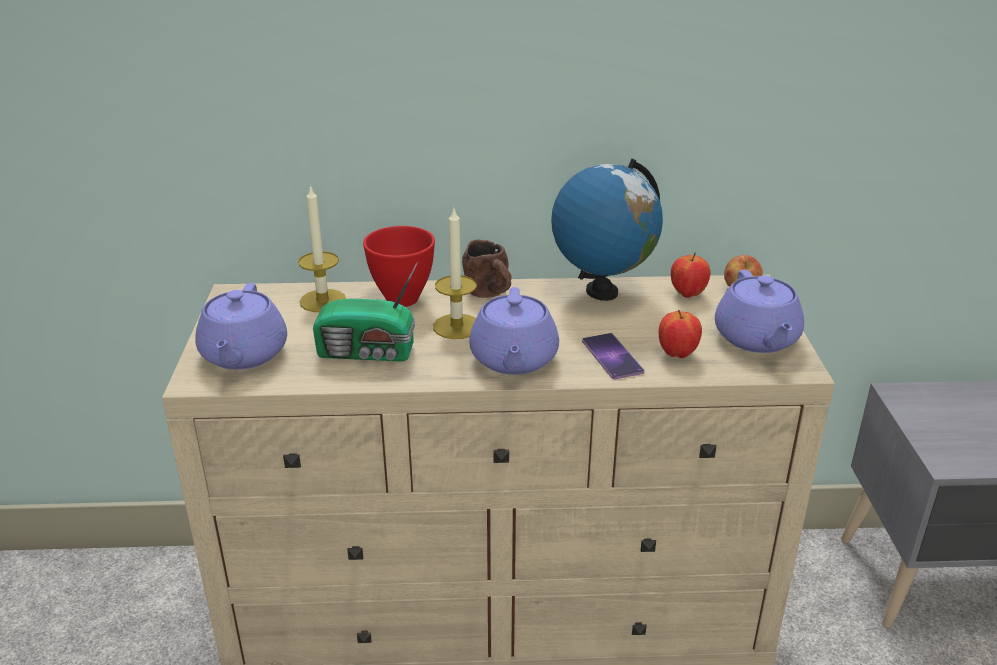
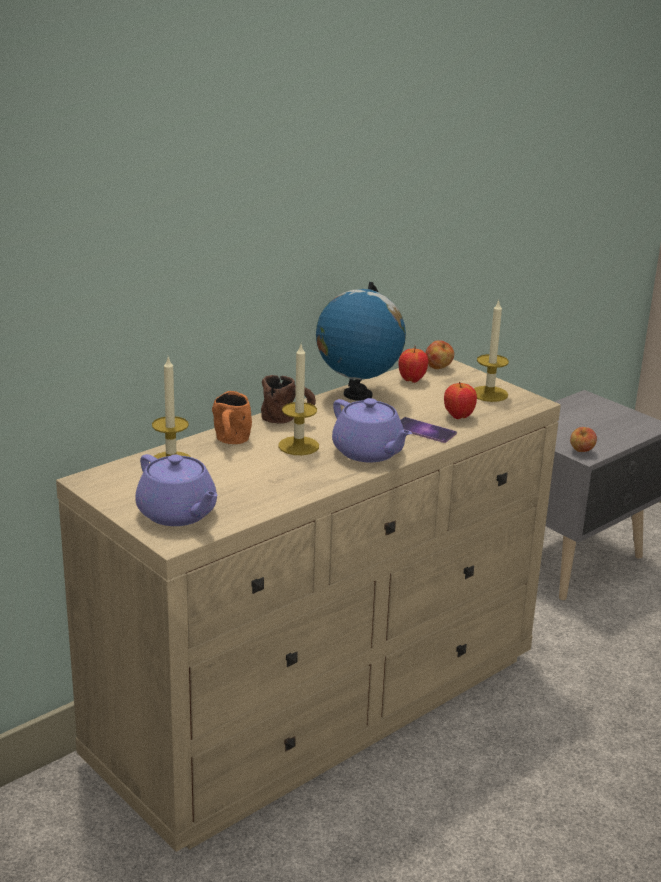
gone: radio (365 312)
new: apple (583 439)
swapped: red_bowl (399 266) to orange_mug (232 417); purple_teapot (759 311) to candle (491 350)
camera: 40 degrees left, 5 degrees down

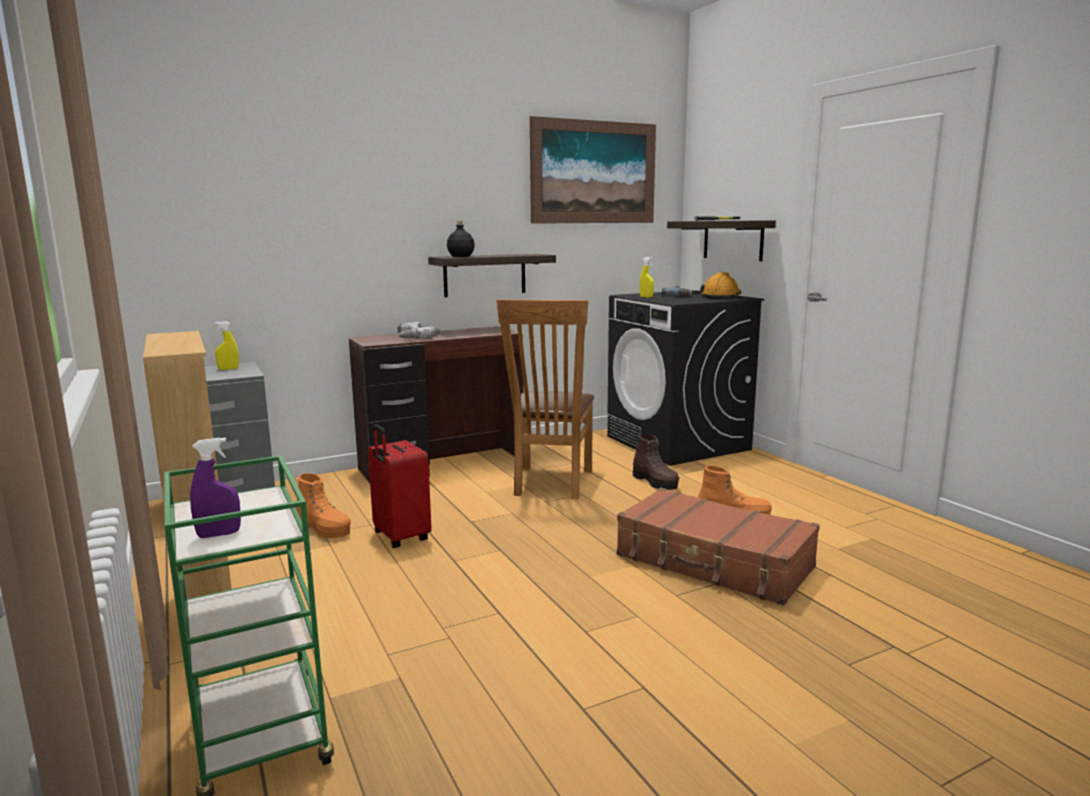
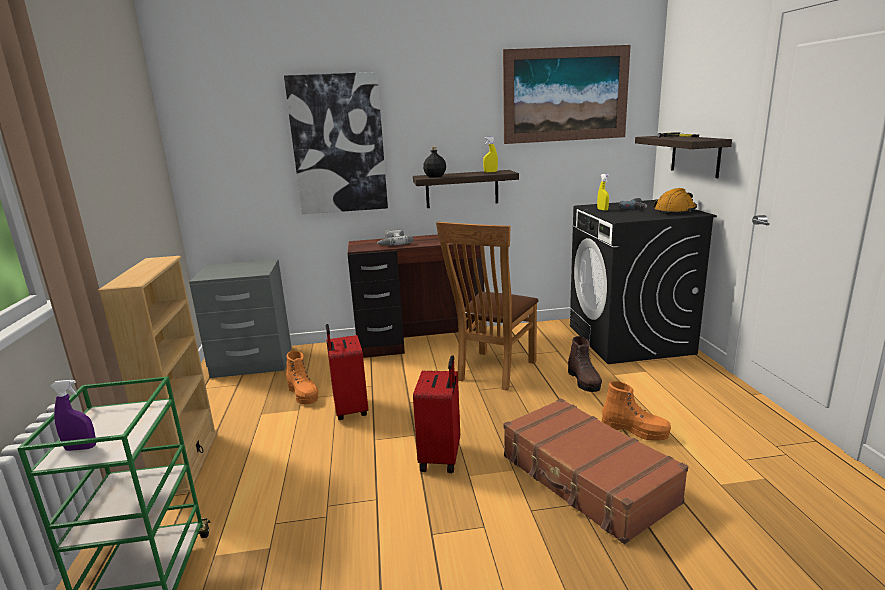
new: picture (336 143); red_suitcase (436 414)
shifted: yellow_spray_bottle (226 345) to (490 155)
camera: 20 degrees right, 5 degrees up

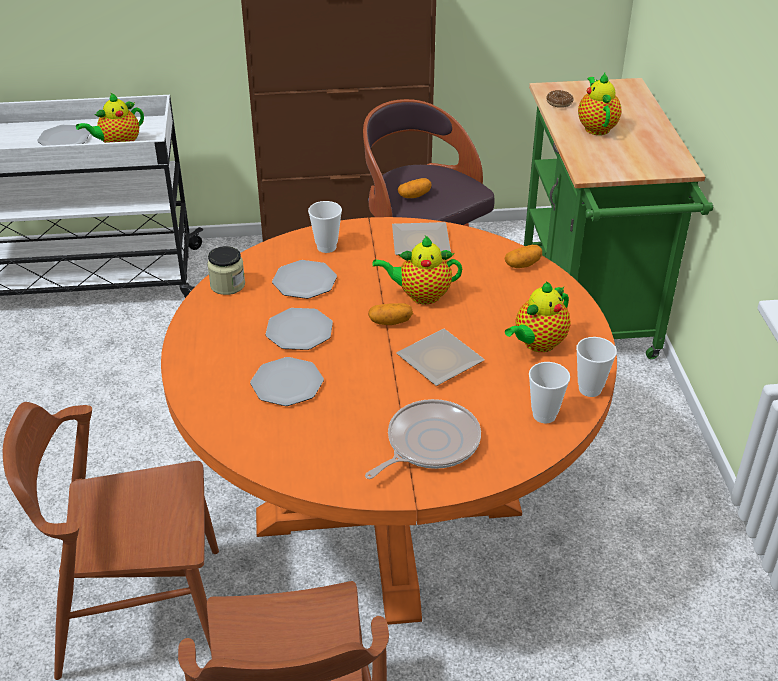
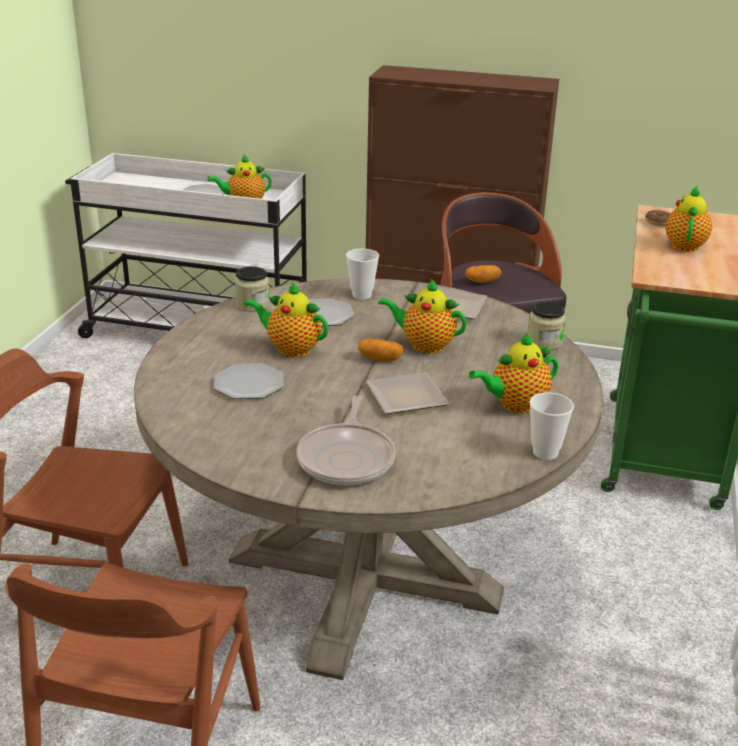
gone: cup (549 392)
swapped: potato (523 256) to jar (546 325); plate (299 329) to teapot (286 319)
repainted: orange_dining_table (389 421) to beige_dining_table (368 479)
rotated: frying_pan (423 439) = (345 440) 120 degrees clockwise
camera: 20 degrees right, 10 degrees down

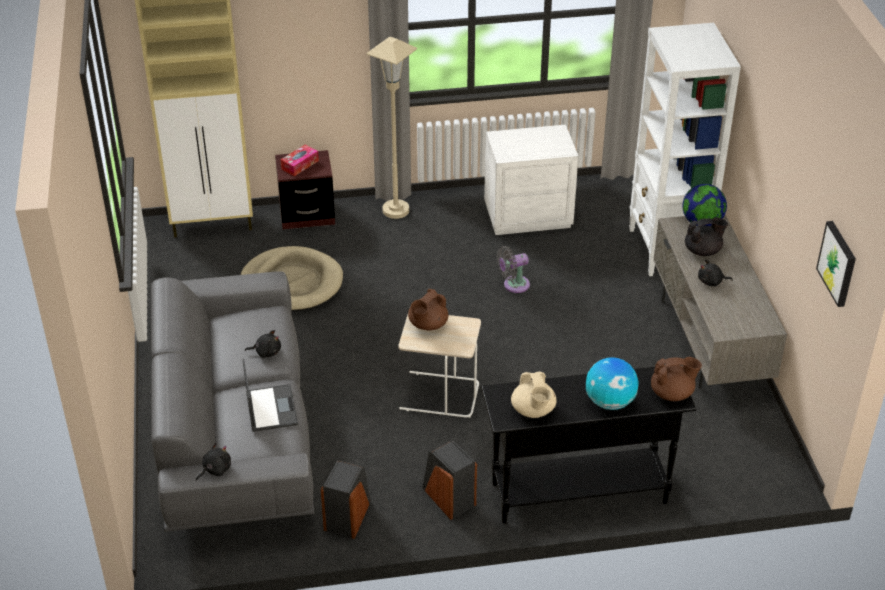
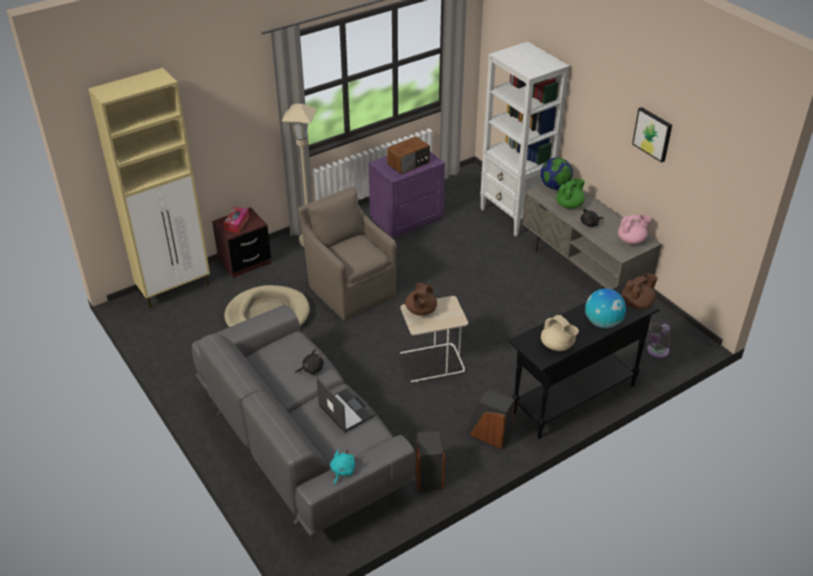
new: radio (408 155); brown_armchair (347 253); pink_teapot (635 229)
shifted: picture (836 264) to (652 135); grey_fan (513 269) to (658 340)
repainted: white_nightstand (531 180) to purple_nightstand (406 195); black_teapot (706 236) to green_teapot (570 193); black_plush_toy (213 462) to turquoise_plush_toy (342 467)
camera: 25 degrees left, 0 degrees up

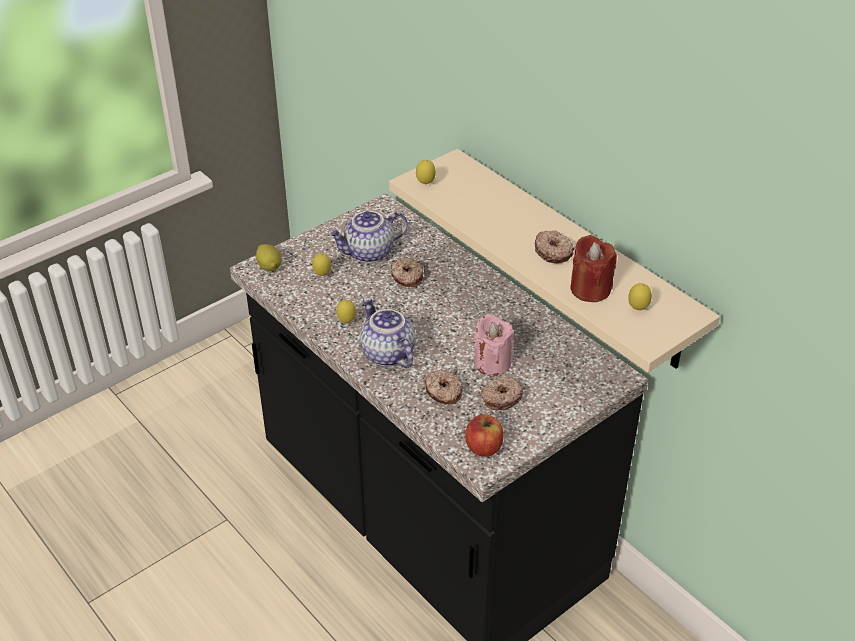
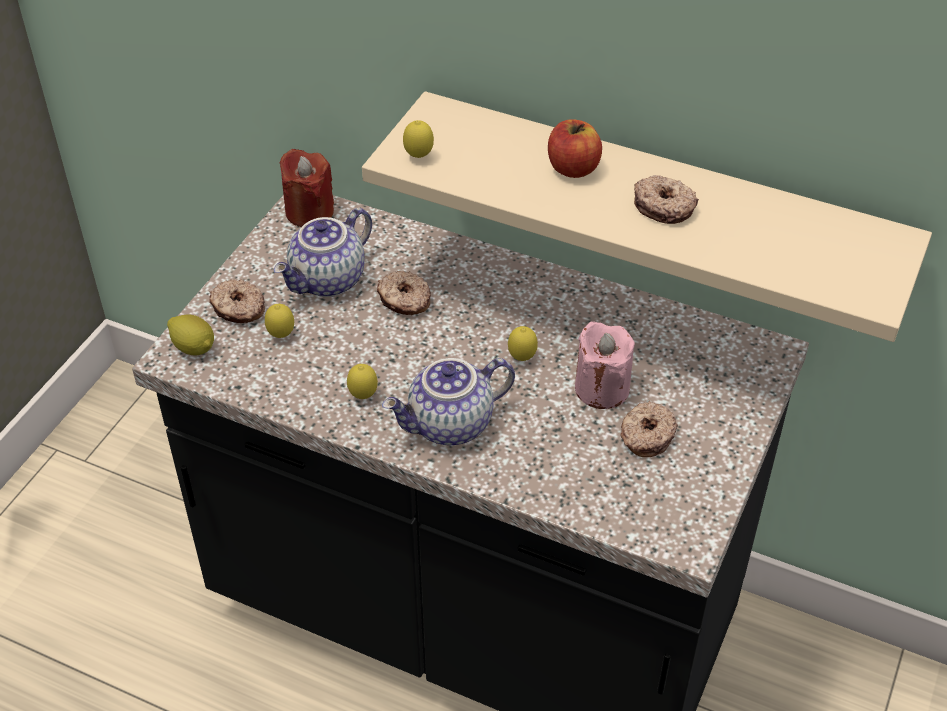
shifted: red_candle (593 268) to (307 188); lemon (640 296) to (523 343); donut (443 387) to (237 301); apple (484 435) to (575 148)
rotated: teapot (388 332) = (448 401) 60 degrees counterclockwise
camera: 25 degrees left, 5 degrees up

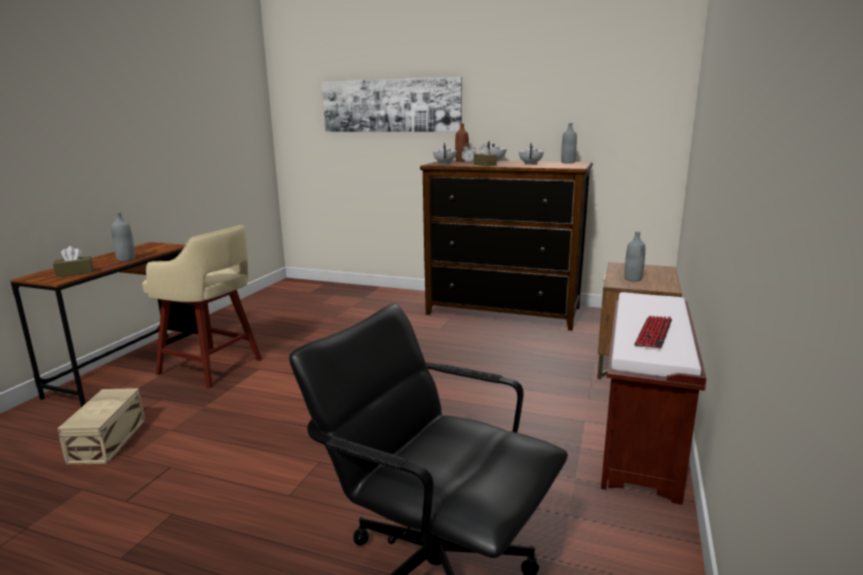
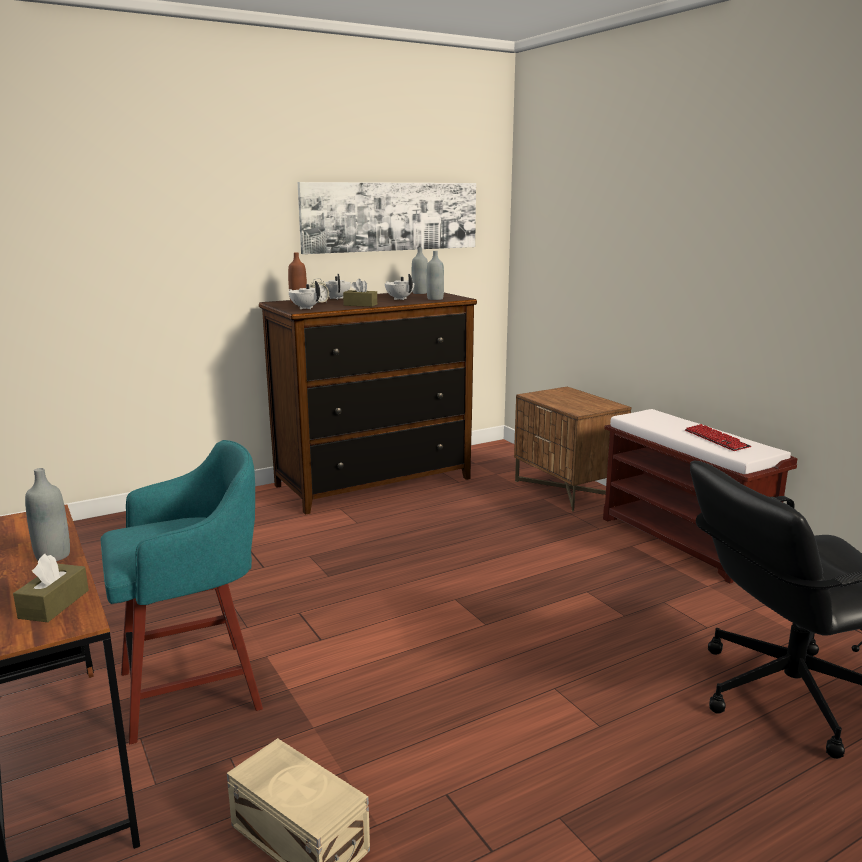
shifted: picture (392 104) to (387 218); grey_bottle (634 256) to (435 275)
repainted: beige_stool (202 306) to turquoise_stool (182 592)
camera: 50 degrees left, 0 degrees up

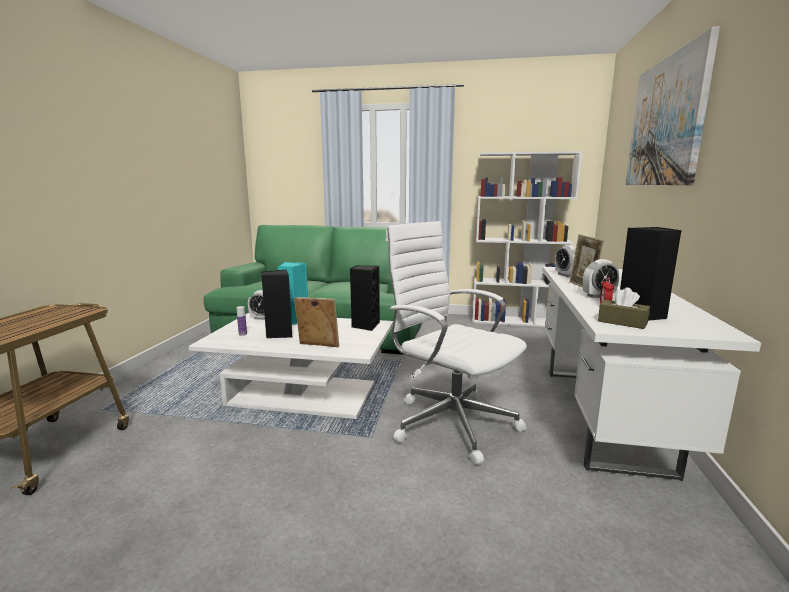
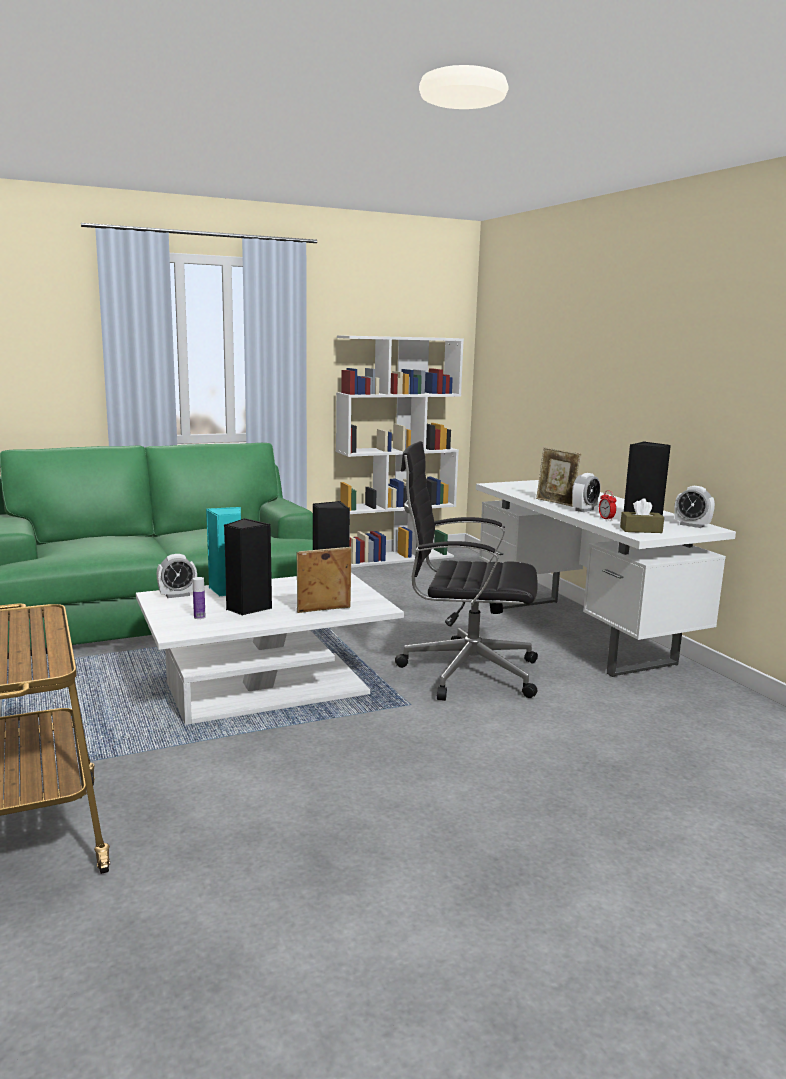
gone: picture (673 105)
shifted: alarm_clock (565 261) to (694 507)
repainted: white_office_chair (456 343) to black_office_chair (466 571)
camera: 35 degrees left, 0 degrees up

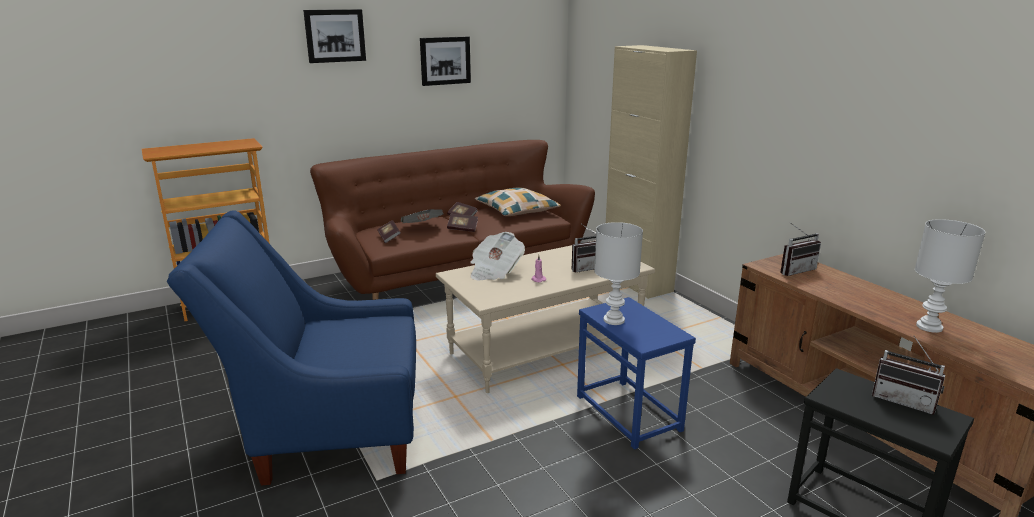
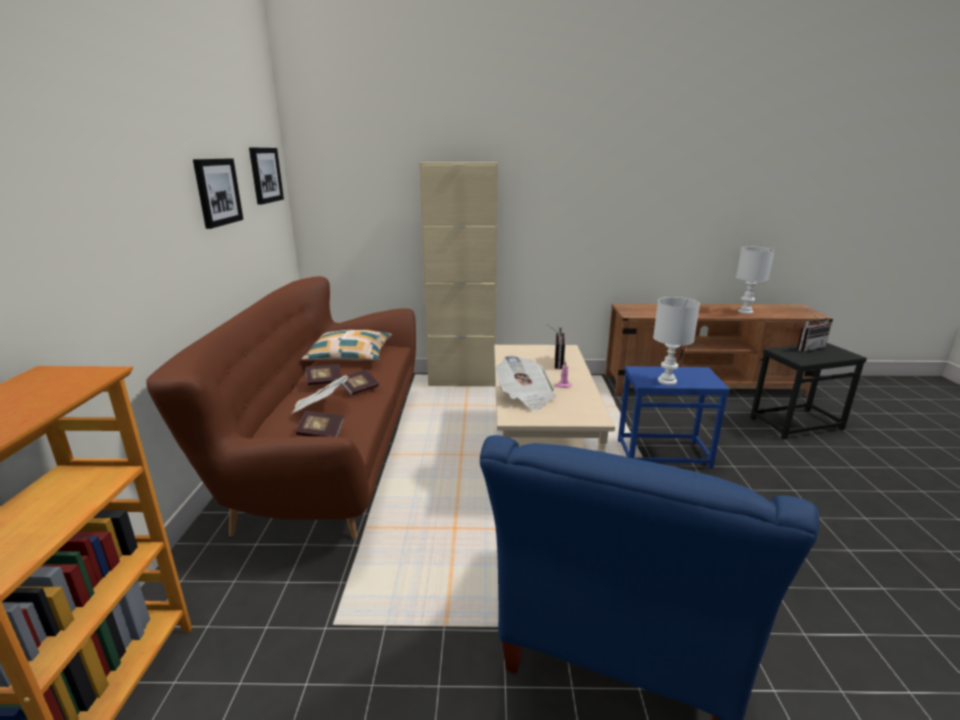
gone: radio (800 250)
shifted: picture (334 36) to (266 176)
camera: 60 degrees left, 0 degrees up

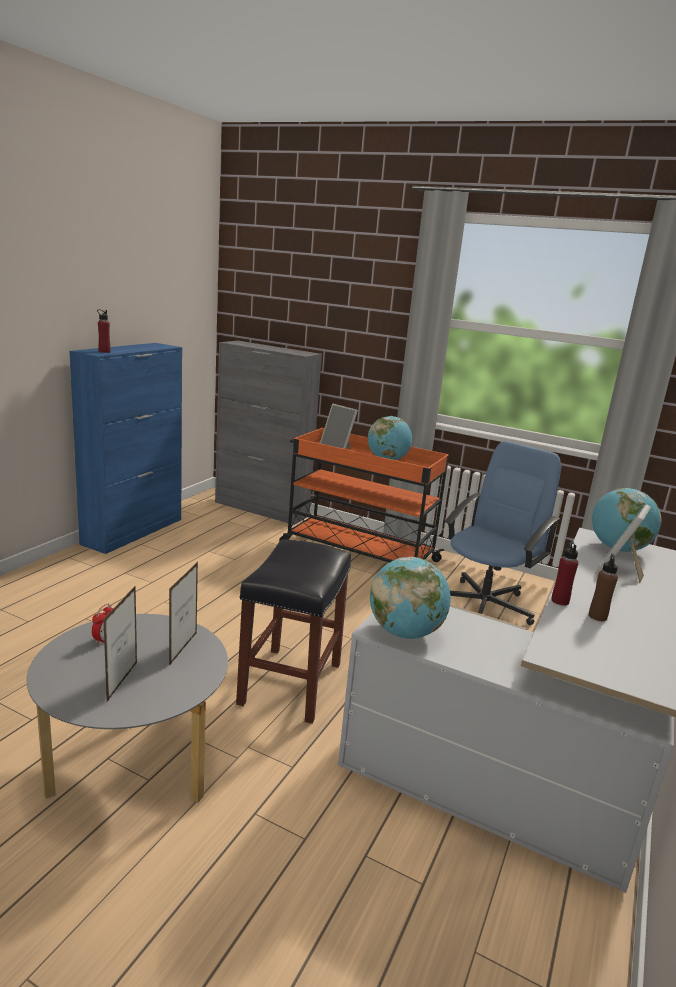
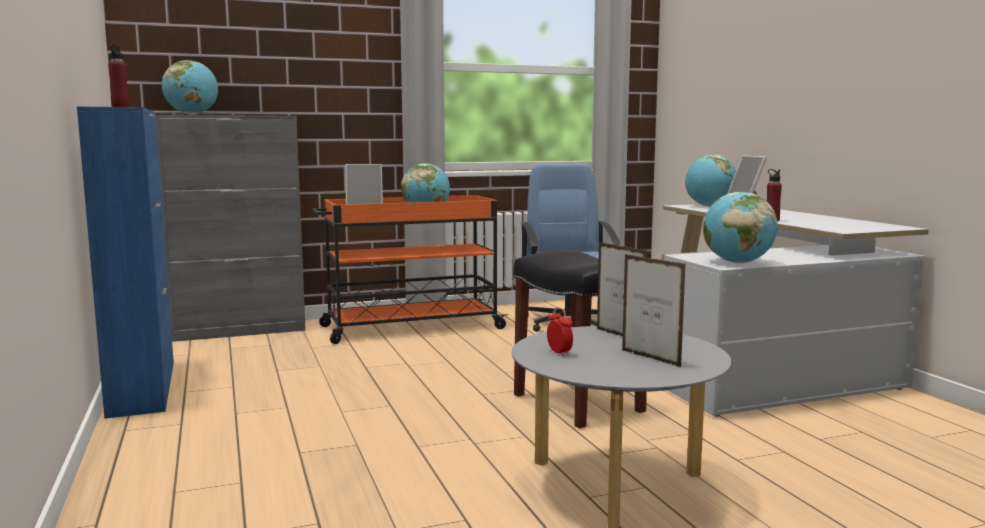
gone: brown_bottle (603 587)
new: globe (190 87)
camera: 45 degrees left, 10 degrees down

